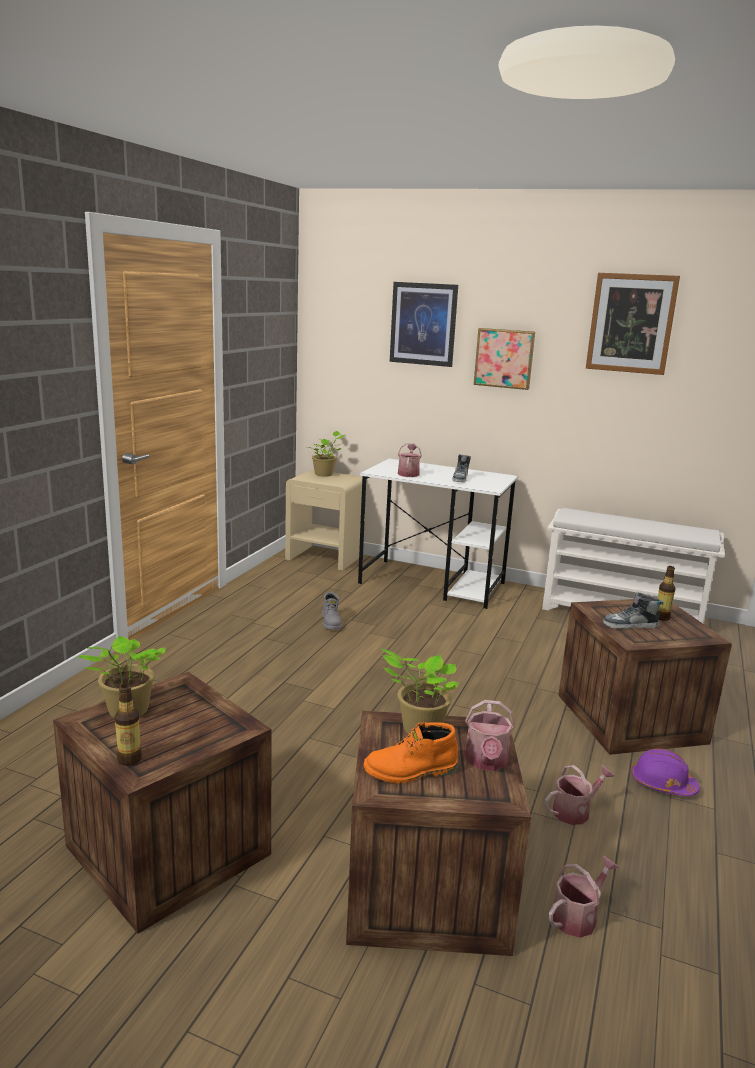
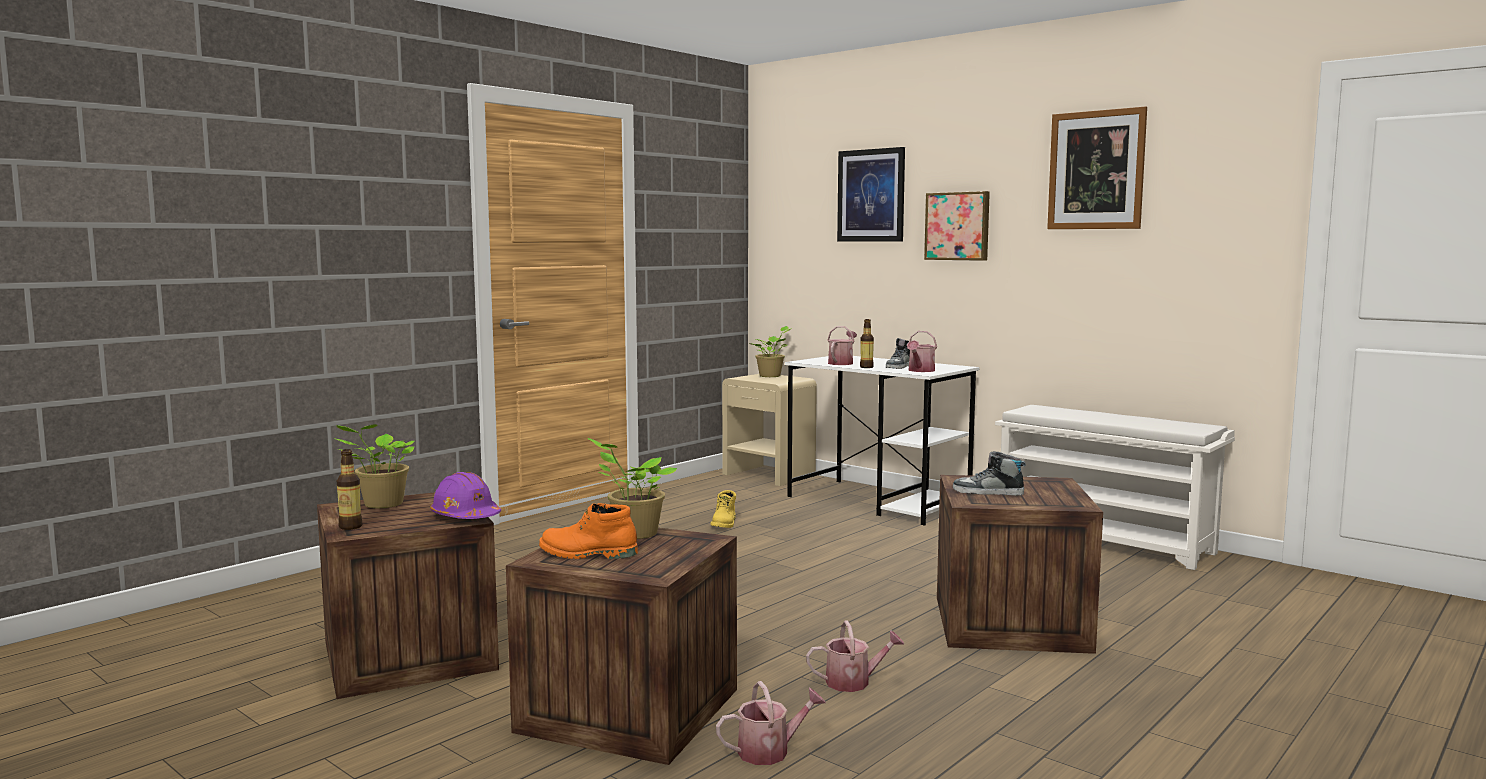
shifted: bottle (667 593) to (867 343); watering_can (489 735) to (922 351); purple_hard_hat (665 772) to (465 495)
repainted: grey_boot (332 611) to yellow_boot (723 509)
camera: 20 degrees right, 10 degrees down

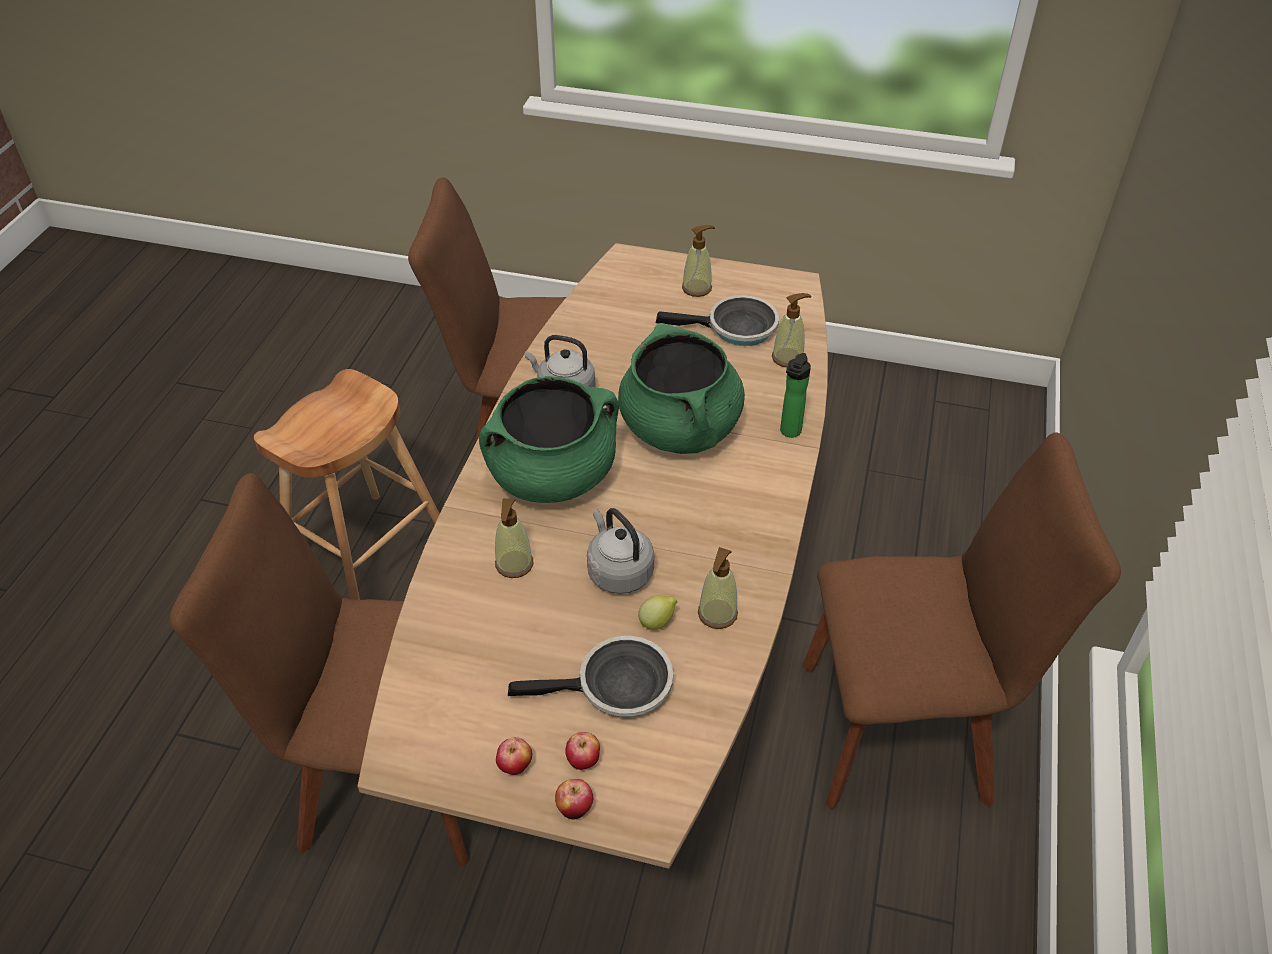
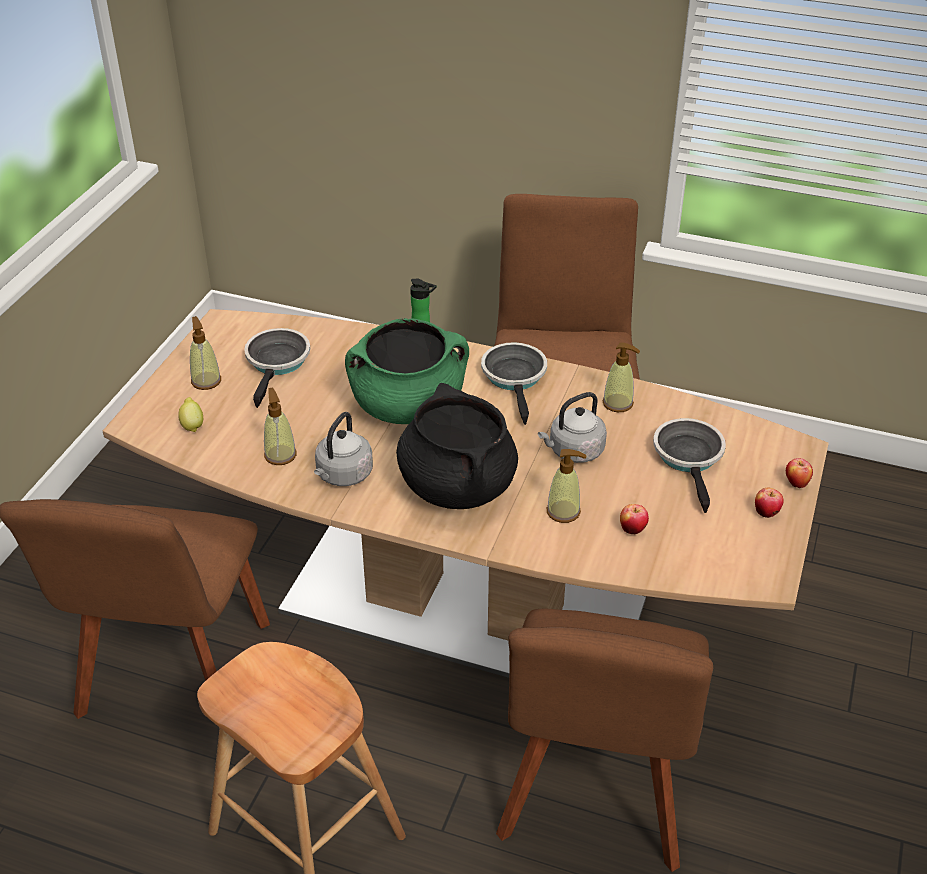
new: frying_pan (514 383)
shifted: soap_dispenser (792 330) to (280 426); lemon (657 612) to (190 414); apple (582 751) to (634 519)
repainted: green_cooking_pot (549 439) to black_cooking_pot (457 446)
camera: 85 degrees left, 5 degrees down

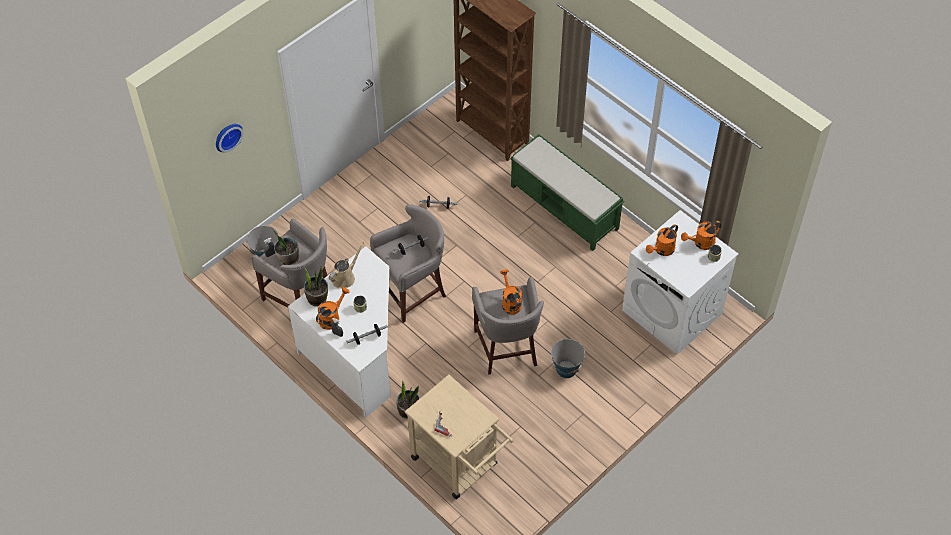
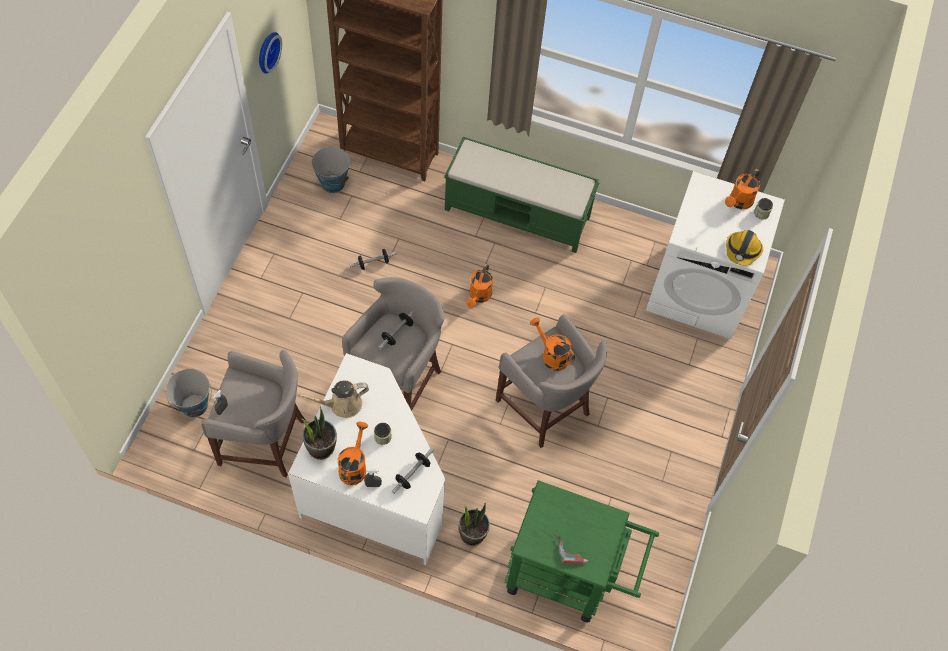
gone: potted_plant (286 248)
new: hard_hat (744 248)
shifted: wall_clock (229 138) to (270 53); orange_watering_can (662 240) to (479 286); bucket (568 358) to (331 170)
repainted: beige_cart (458 437) to green_cart (581 551)
rotated: beige_watering_can (346 265) = (333 399) 120 degrees counterclockwise
camera: 30 degrees left, 5 degrees up

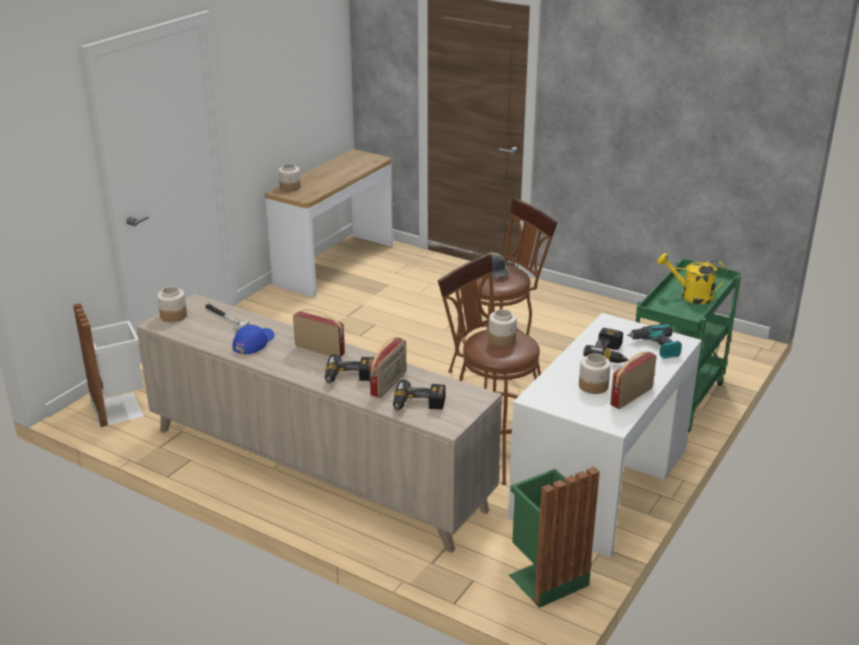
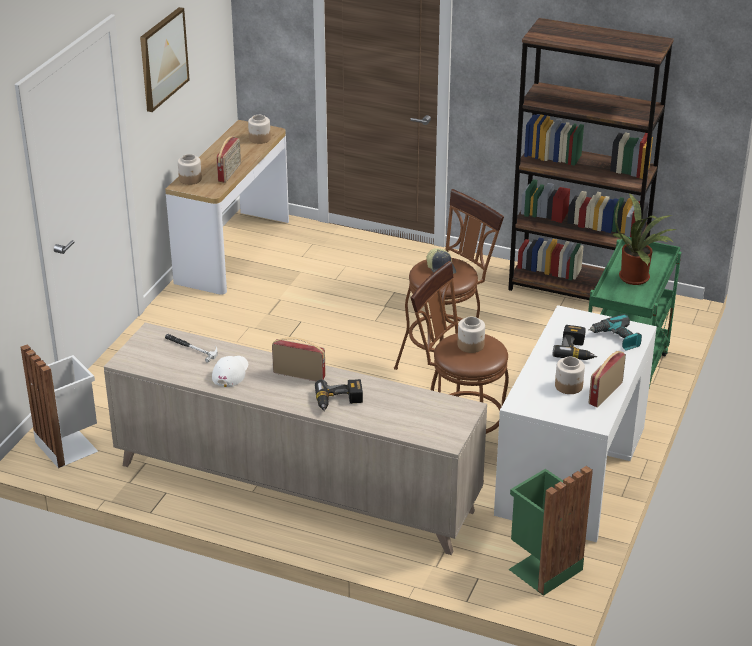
gone: power_drill (419 396)
new: picture (165 59); brown_bookcase (591 159)
shifted: jar (172 304) to (259 129); radio (387 367) to (229 159)
swapped: yellow_watering_can (691 278) to potted_plant (645 239)
repainted: blue_cap (254 339) to white_cap (230 371)
camera: 10 degrees left, 5 degrees up

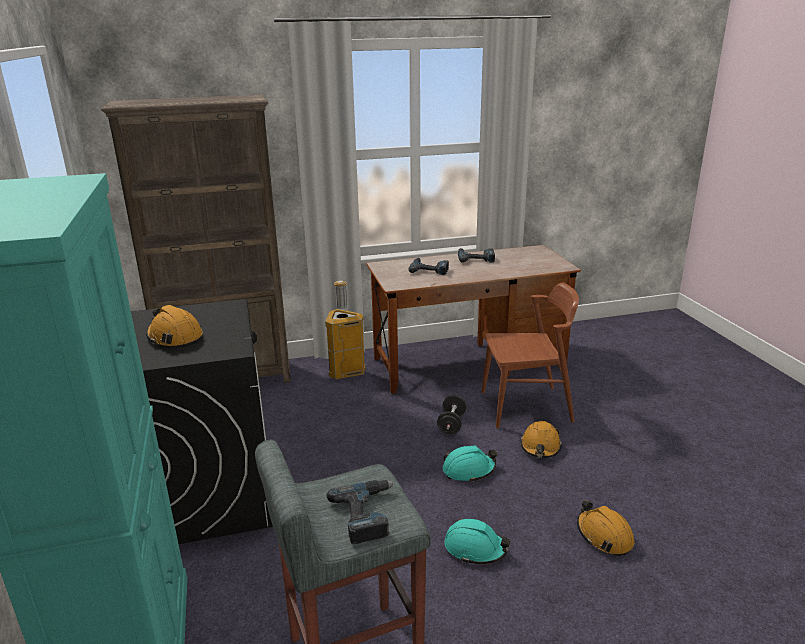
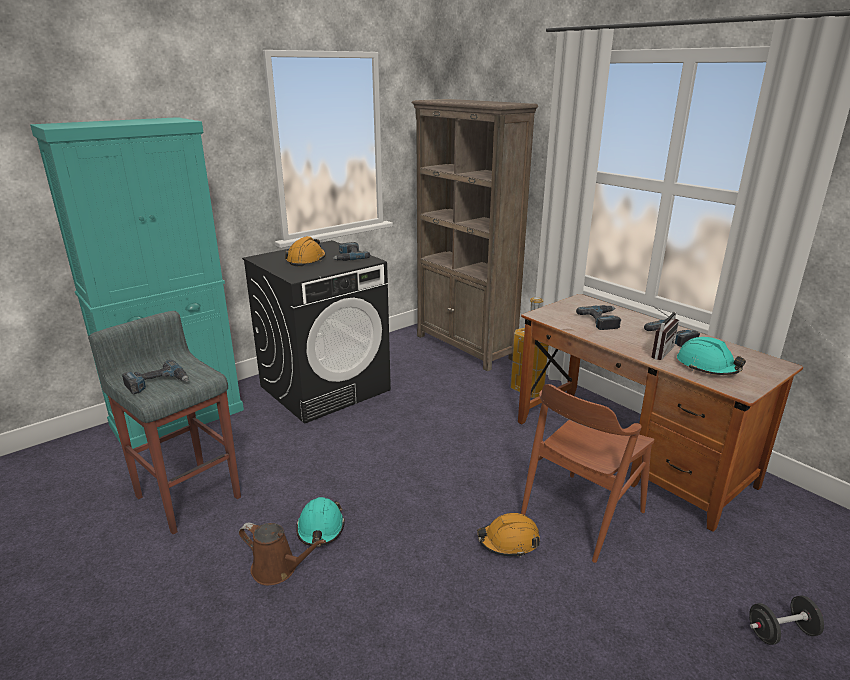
gone: orange_hard_hat (605 528)
new: power_drill (351 251); radio (665 333); brown_watering_can (282 554)
shifted: black_dumbbell (451 414) to (786 620); turquoise_hard_hat (470 464) to (711 356)
rotated: brown_chair (530 355) = (587 473) 75 degrees clockwise
camera: 65 degrees right, 0 degrees up

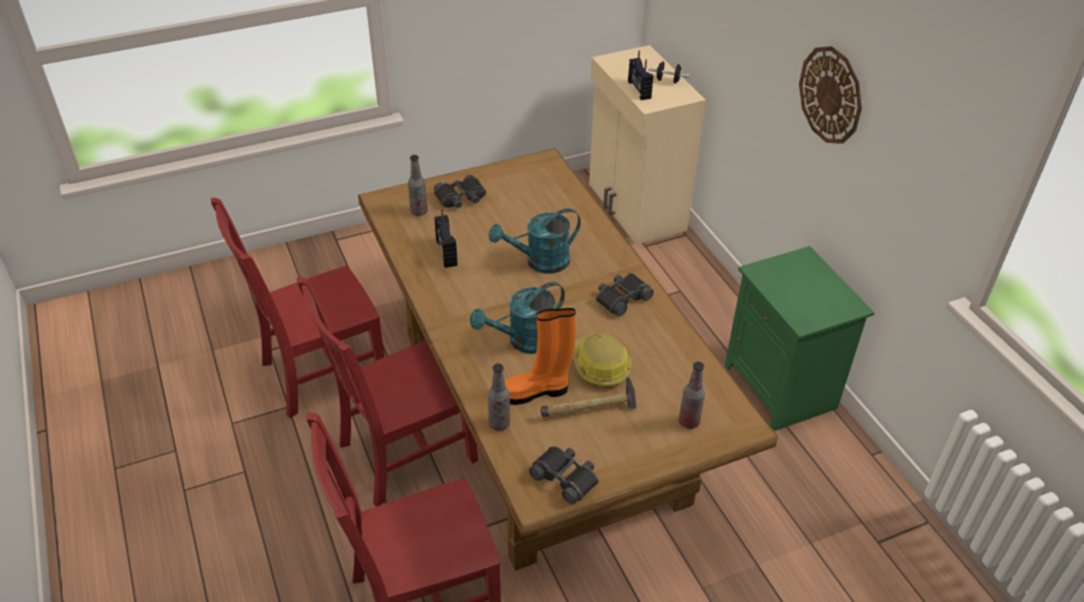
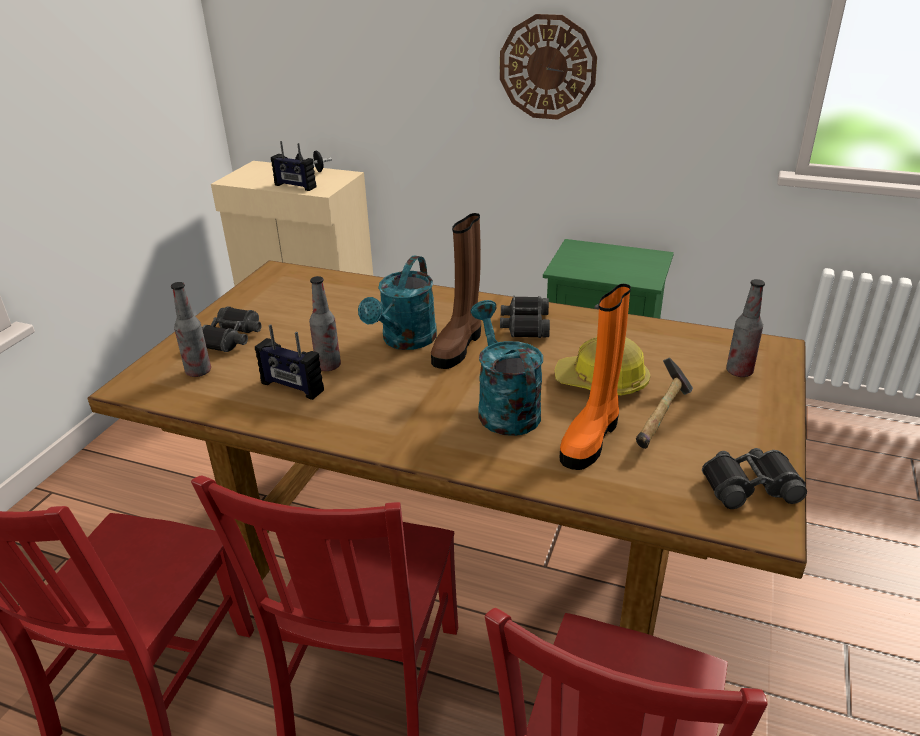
new: brown_boot (456 291)
shifted: bottle (499 397) to (325 323)
rotated: turquoise_watering_can (517 317) = (507 368) 150 degrees clockwise
camera: 45 degrees left, 10 degrees down

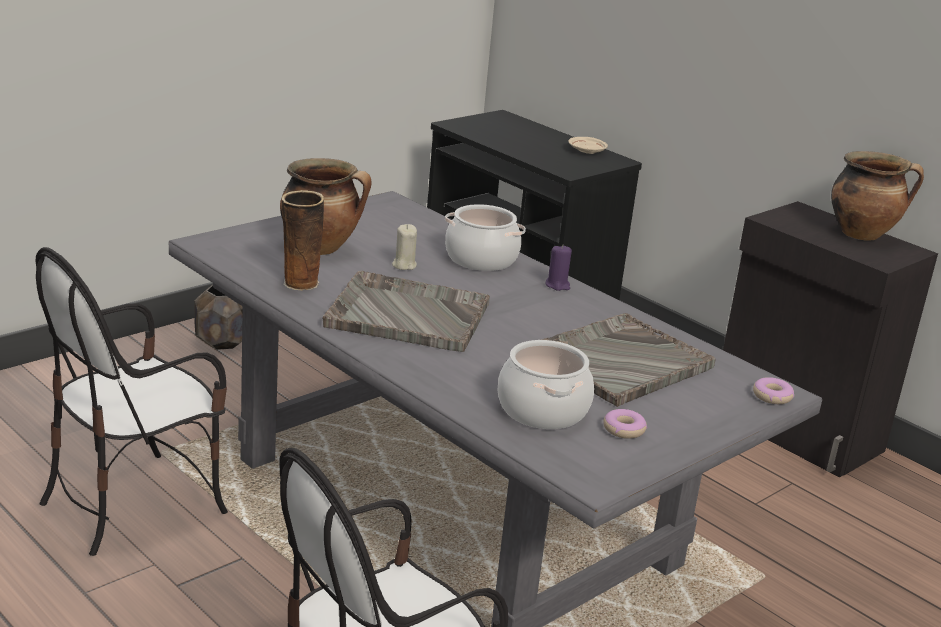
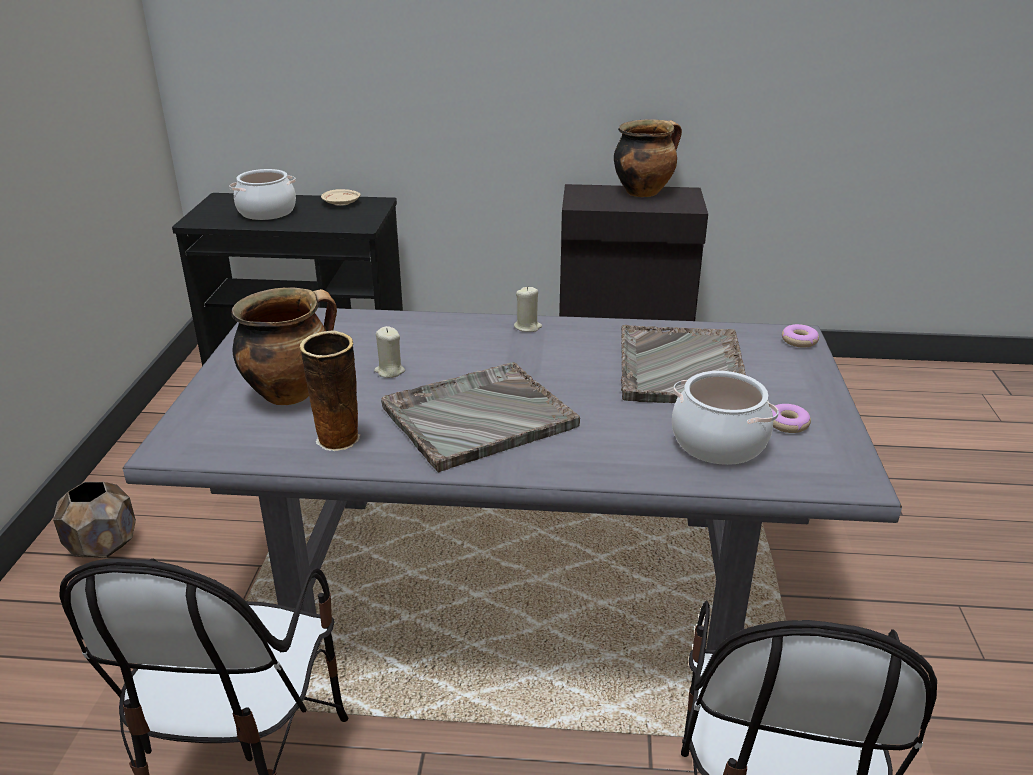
shifted: cooking_pot (485 237) to (262 194)
repainted: purple_candle (559 267) to beige_candle (528 309)
camera: 40 degrees left, 5 degrees up

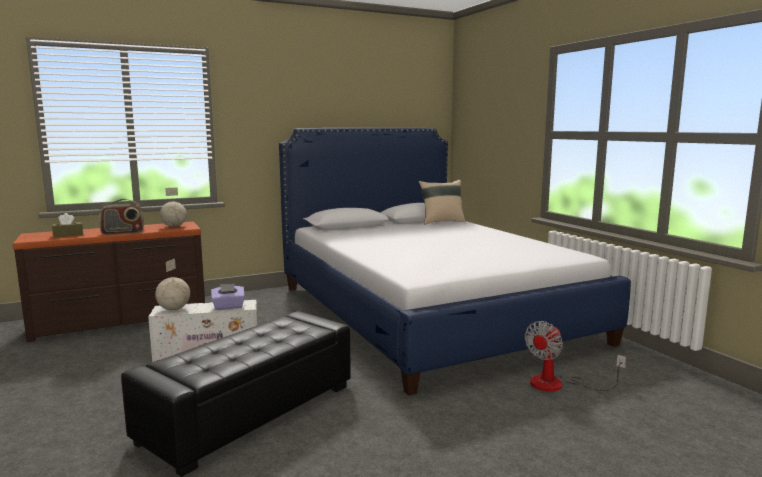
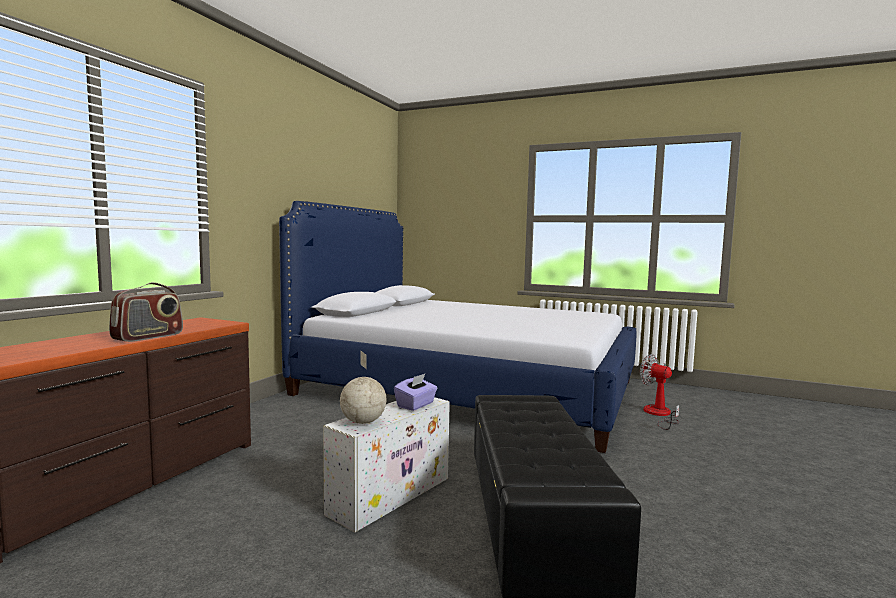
gone: beige_pillow (442 202); globe (173 207); brown_tissue_box (67 225)
rotated: fan (575 356) = (660 392) 135 degrees clockwise
camera: 40 degrees left, 5 degrees down

